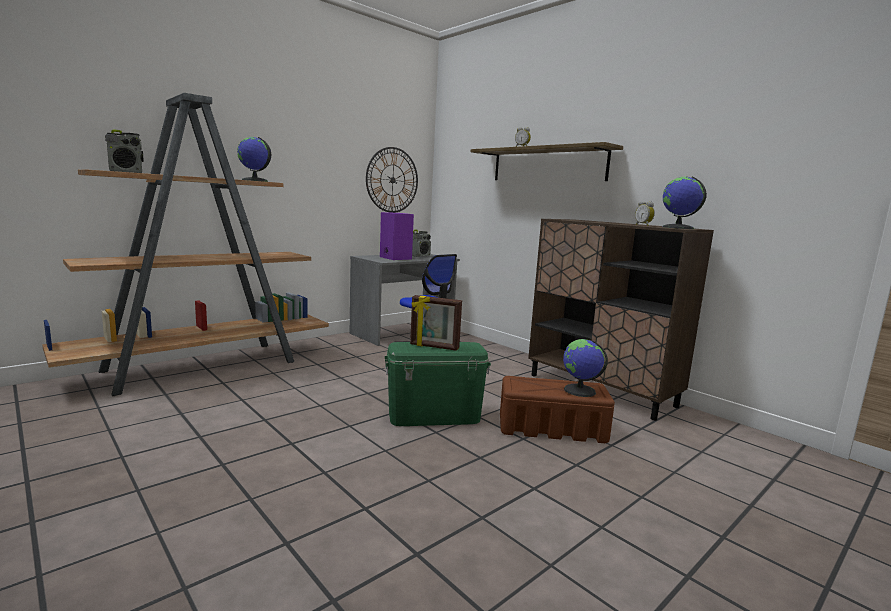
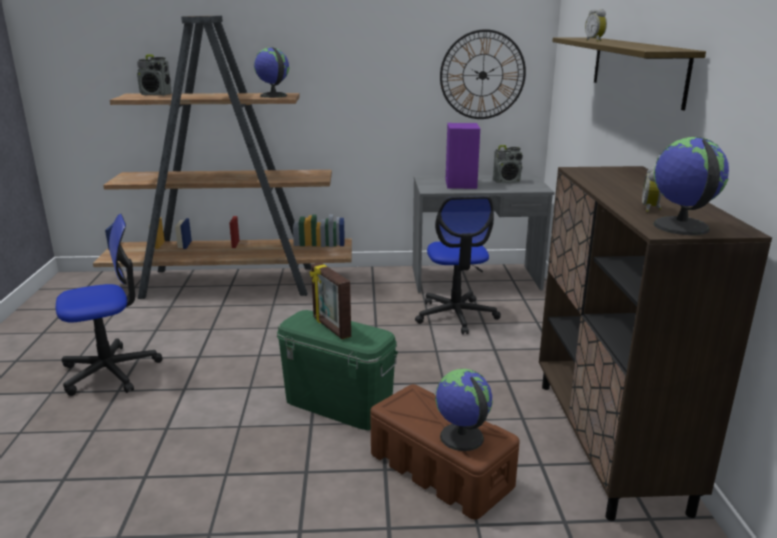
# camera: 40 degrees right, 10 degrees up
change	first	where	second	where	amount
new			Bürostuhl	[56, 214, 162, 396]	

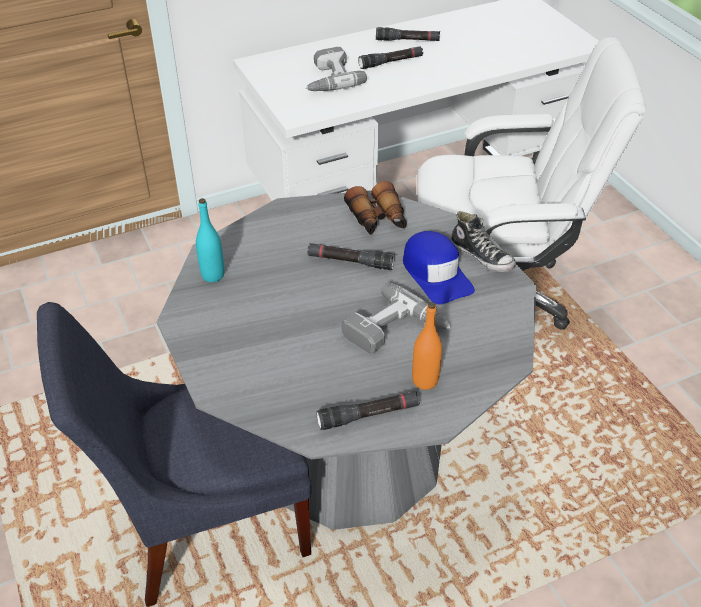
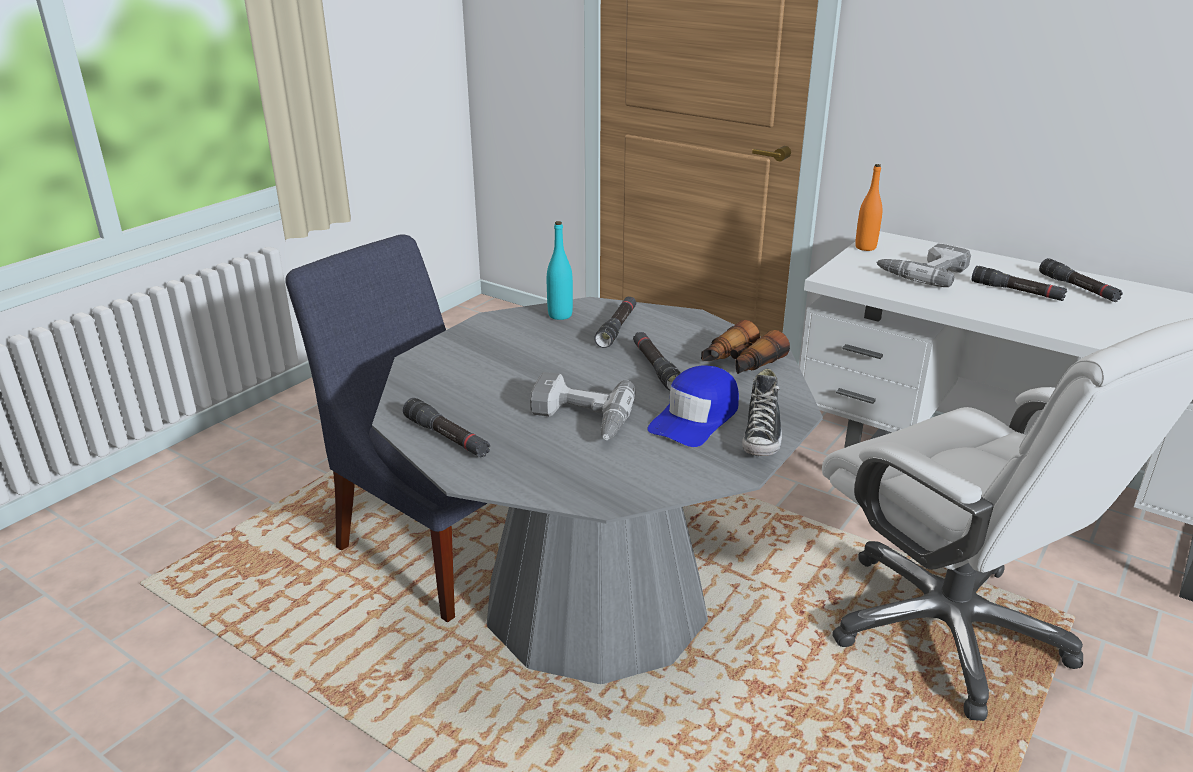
# camera: 60 degrees right, 15 degrees down
change	first	where	second	where	amount
shifted	Flasche (orange)	[412, 302, 442, 390]		[855, 164, 883, 251]	
new			Taschenlampe (schwarz)	[594, 296, 636, 348]	

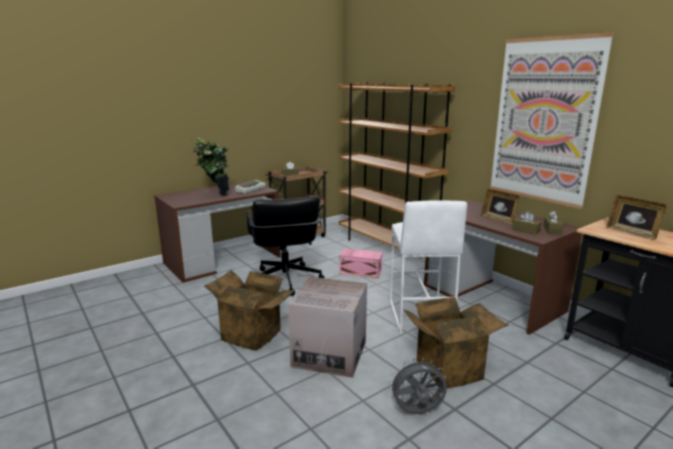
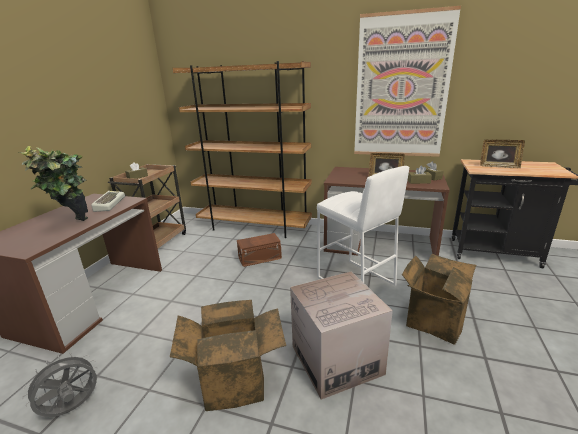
# camera: 35 degrees left, 5 degrees up
change	first	where	second	where	amount
gone	Bürostuhl (schwarz)	[247, 196, 324, 296]			
repainted	Aufbewahrungsbox (rosa)	[339, 248, 382, 278]	Aufbewahrungsbox (braun)	[237, 233, 282, 267]	
shifted	Ventilator (grau)	[388, 358, 447, 414]		[22, 352, 98, 417]	

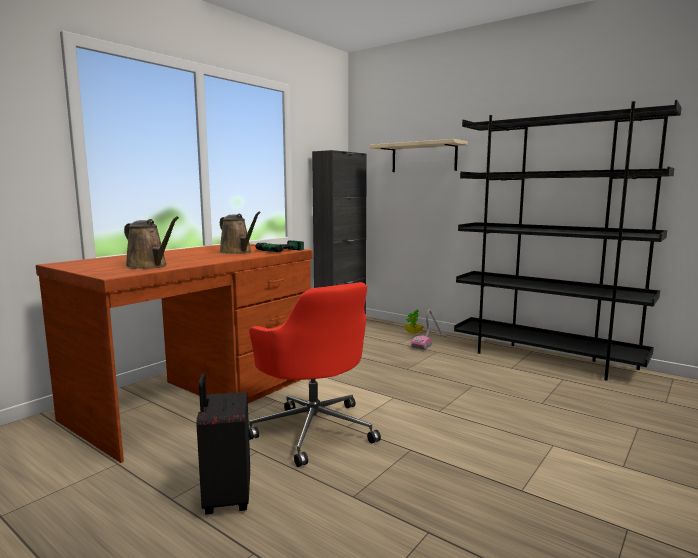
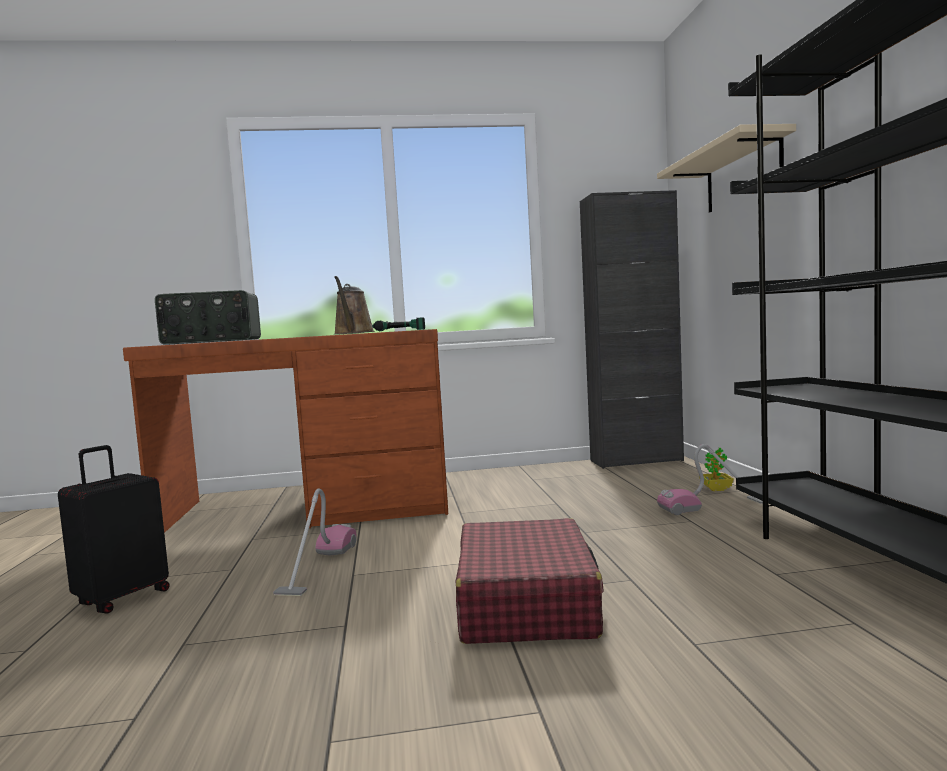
# camera: 45 degrees right, 5 degrees down
change	first	where	second	where	amount
swapped	Gießkanne (braun)	[124, 216, 179, 269]	Radio	[155, 290, 261, 345]	
swapped	Bürostuhl (rot)	[249, 282, 381, 467]	Staubsauger	[273, 489, 357, 596]	
new			Koffer (rot)	[455, 518, 603, 644]	

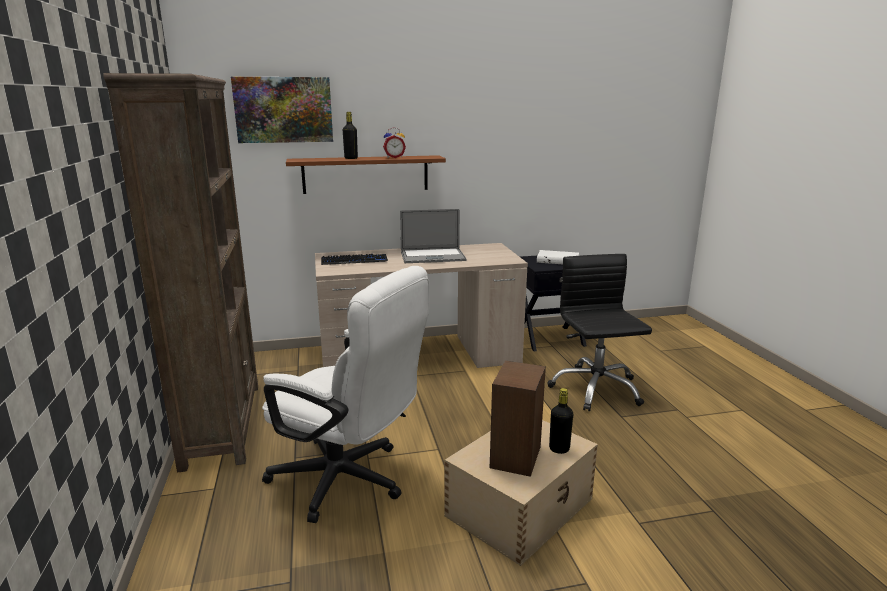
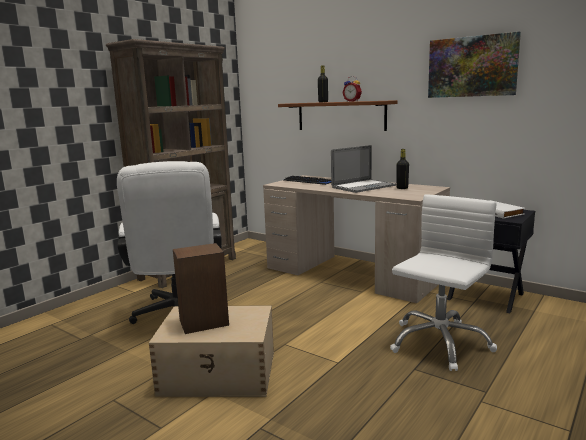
# camera: 50 degrees right, 5 degrees down
change	first	where	second	where	amount
shifted	Bild	[231, 77, 333, 143]		[428, 31, 521, 98]	
rotated	Laptop	[400, 209, 466, 263]		[331, 145, 396, 193]	75 degrees counterclockwise
repainted	Bürostuhl (schwarz)	[547, 254, 652, 412]	Bürostuhl (weiß)	[390, 194, 497, 371]	
shifted	Flasche (schwarz)	[549, 388, 573, 454]		[396, 149, 409, 189]	

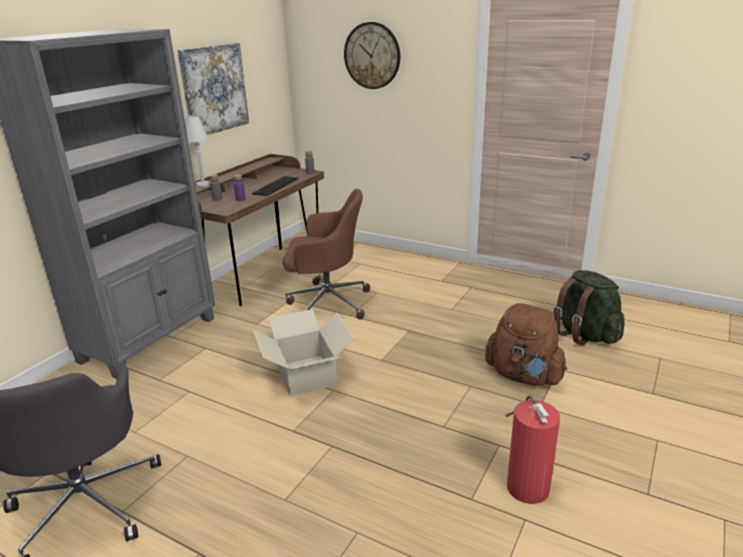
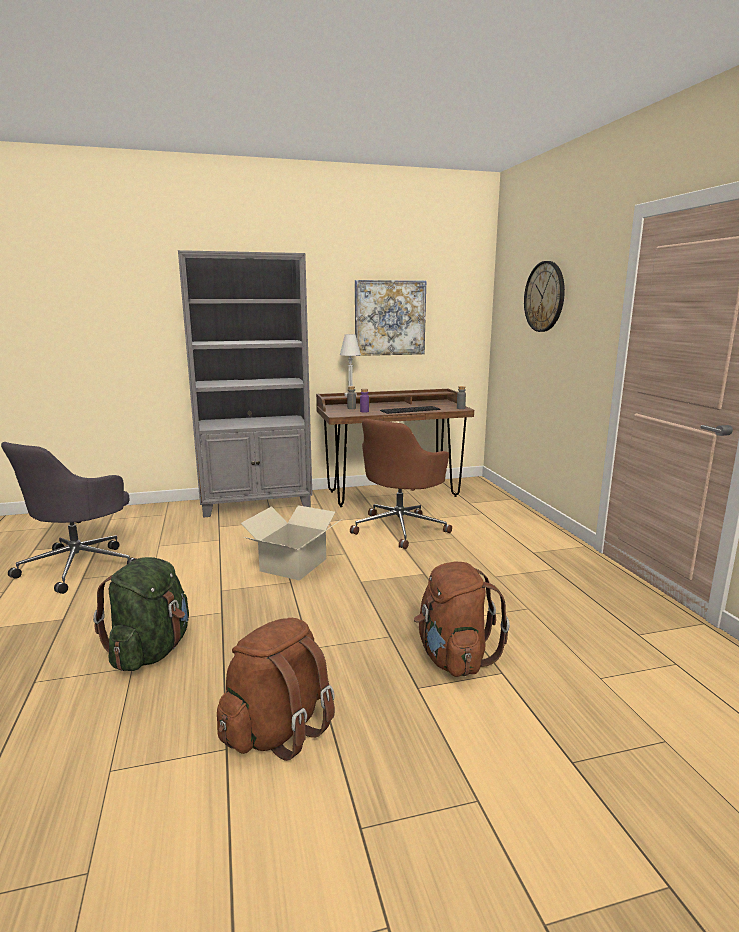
# camera: 45 degrees right, 10 degrees down
change	first	where	second	where	amount
rotated	Bürostuhl (braun)	[283, 189, 370, 320]		[350, 419, 452, 549]	75 degrees clockwise
swapped	Feuerlöscher	[505, 395, 560, 504]	Rucksack (braun)	[217, 618, 335, 761]	
shifted	Rucksack (grün)	[553, 270, 625, 345]		[93, 557, 189, 671]	

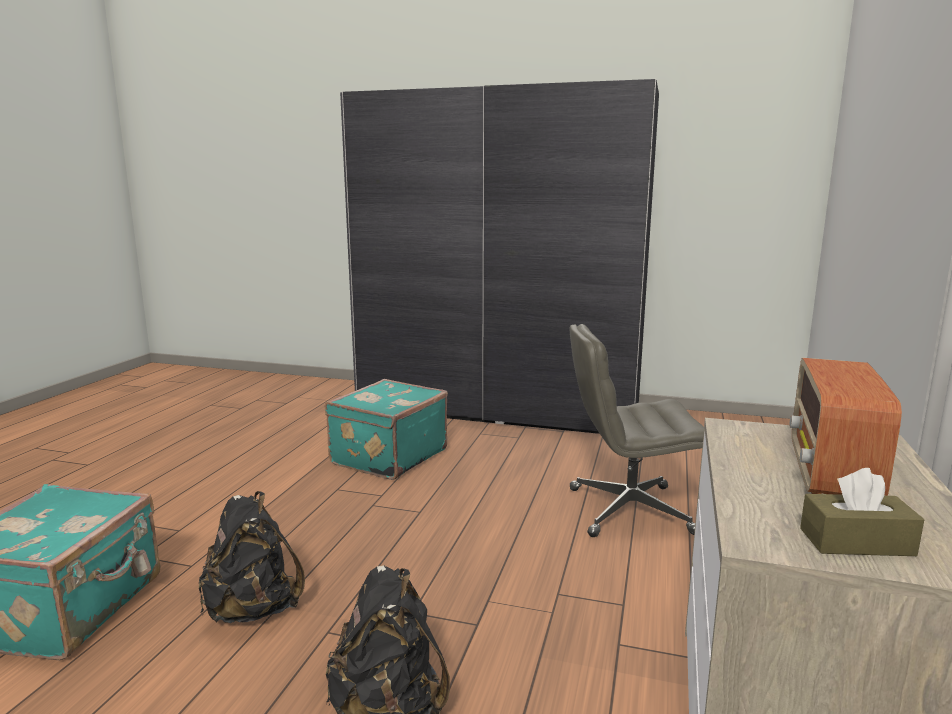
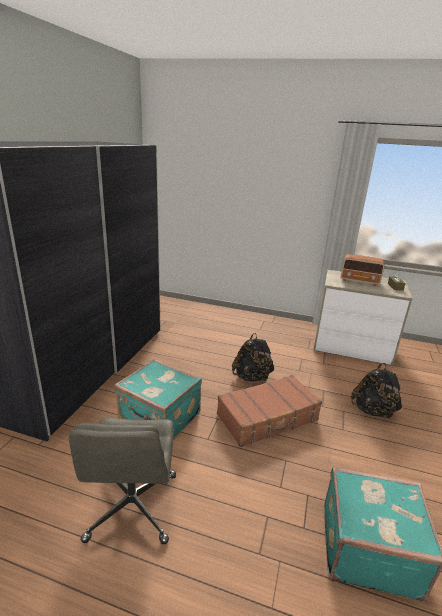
# camera: 90 degrees left, 10 degrees up
change	first	where	second	where	amount
shifted	Rucksack (schwarz)	[199, 491, 305, 623]		[232, 333, 274, 382]	
shifted	Bürostuhl (grau)	[570, 324, 704, 537]		[69, 418, 176, 544]	
new			Koffer (braun)	[217, 375, 322, 447]	

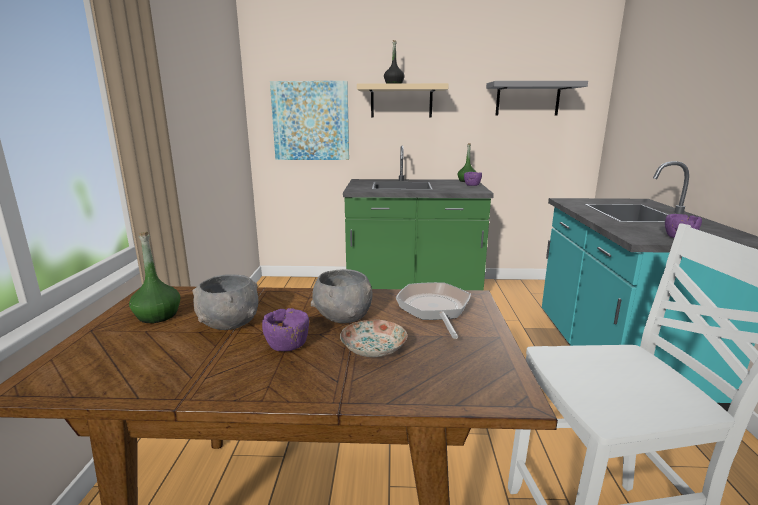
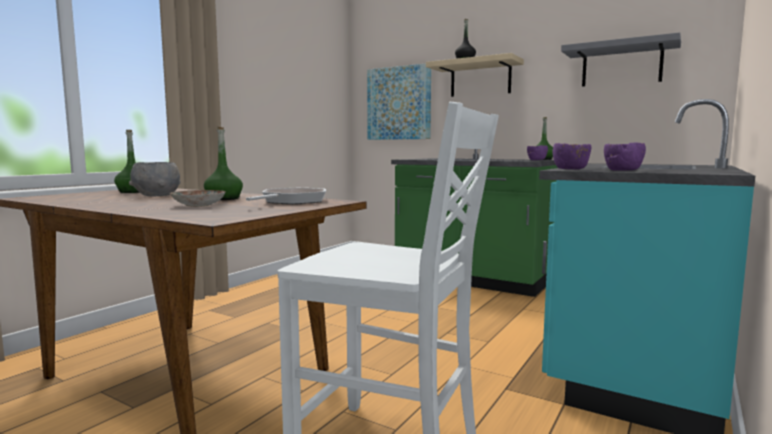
# camera: 30 degrees right, 10 degrees down
change	first	where	second	where	amount
shifted	Schüssel (lila)	[262, 308, 309, 351]		[552, 143, 591, 169]	
swapped	Schüssel (grau)	[311, 269, 373, 323]	Flasche (grün)	[204, 127, 243, 200]	

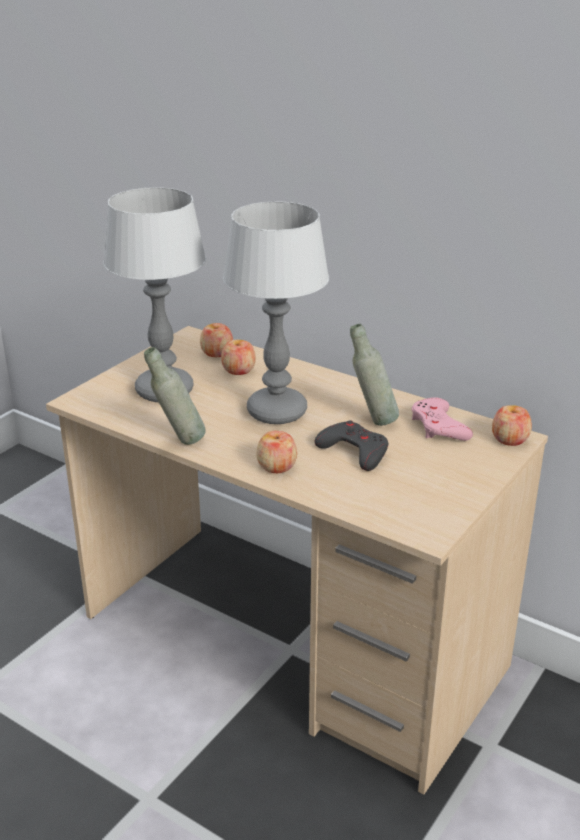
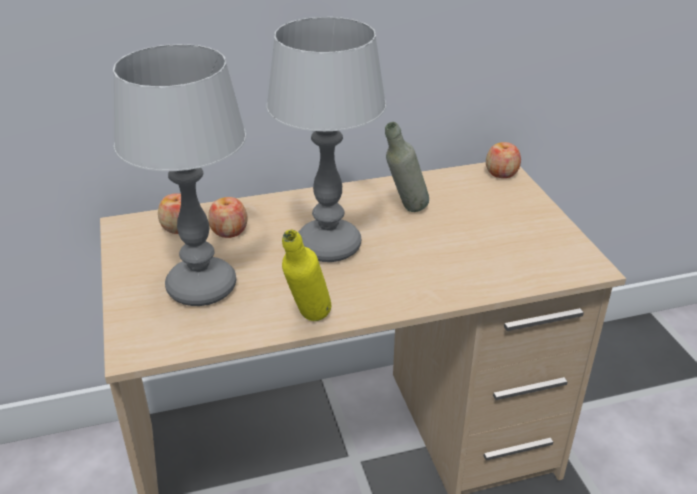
# camera: 50 degrees left, 5 degrees up
change	first	where	second	where	amount
repainted	Flasche (grau)	[144, 347, 206, 445]	Flasche (gelb)	[282, 230, 331, 321]	
gone	Apfel	[256, 431, 297, 473]			
gone	Gamepad (grau)	[314, 420, 388, 471]			
gone	Gamepad (rosa)	[412, 397, 473, 441]			

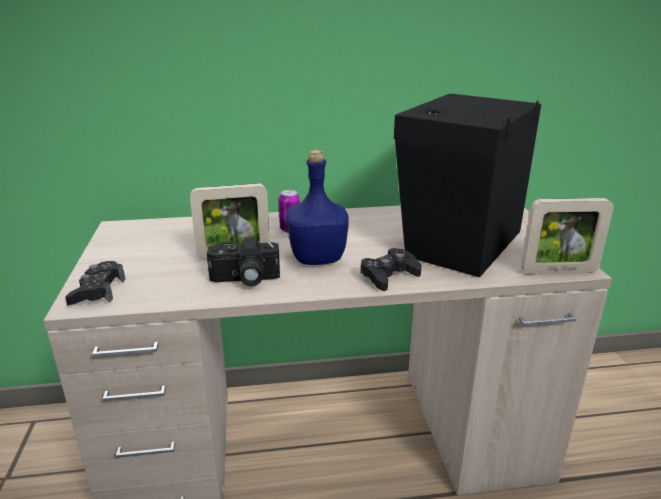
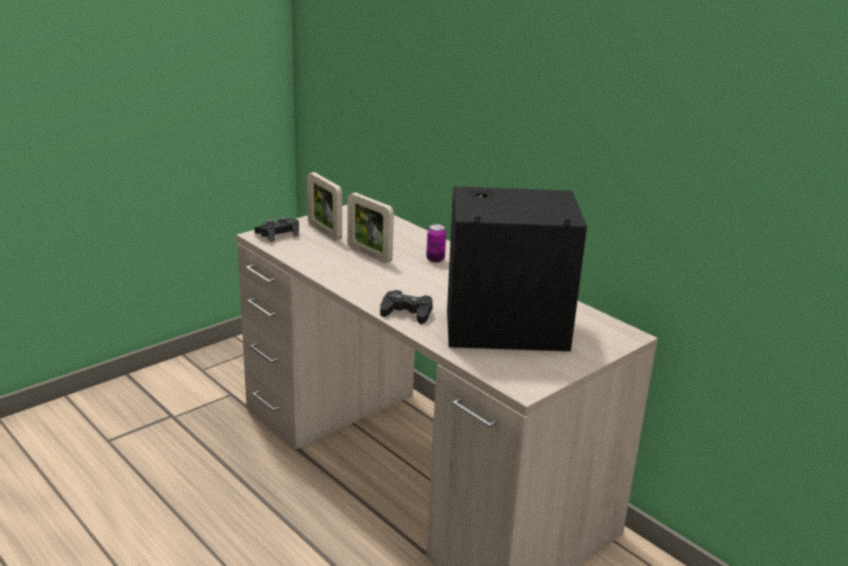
# camera: 55 degrees right, 0 degrees up
change	first	where	second	where	amount
gone	Kamera	[207, 237, 280, 286]			
gone	Flasche (blau)	[287, 150, 349, 265]			
shifted	Bilderrahmen	[521, 198, 614, 274]		[307, 172, 342, 240]	

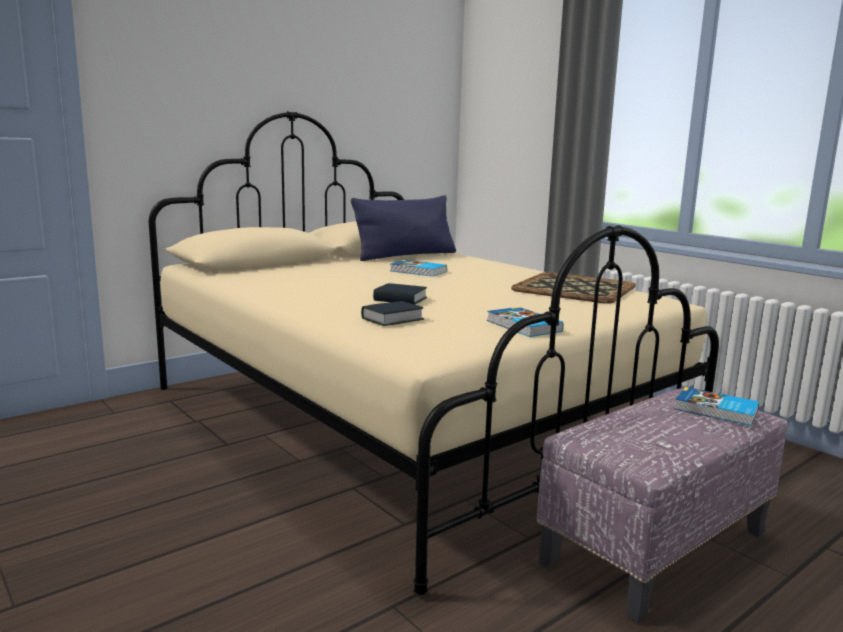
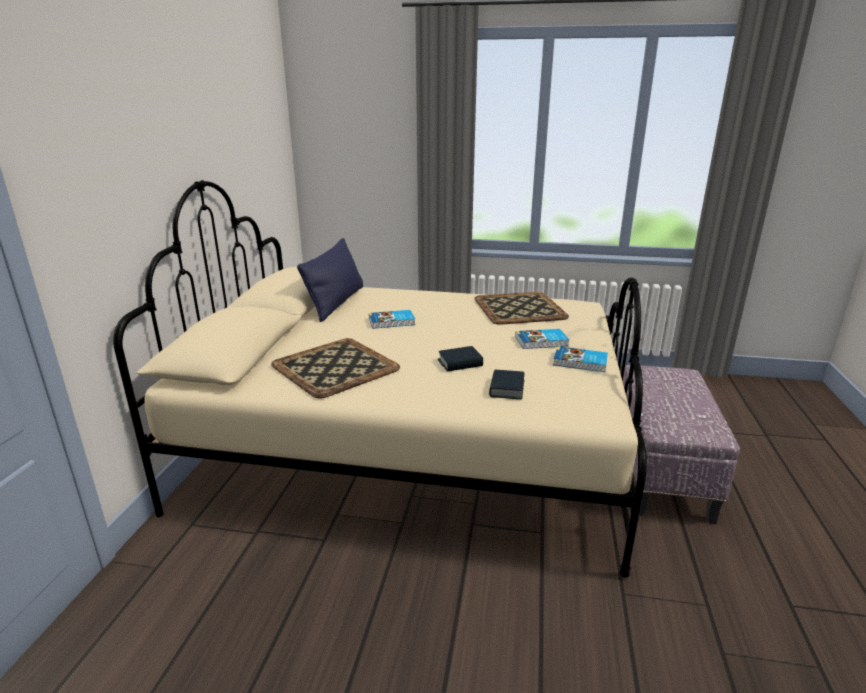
# camera: 40 degrees left, 10 degrees up
change	first	where	second	where	amount
shifted	Buch	[674, 387, 759, 426]		[515, 329, 569, 349]	
new			Tablett	[271, 338, 400, 399]	

